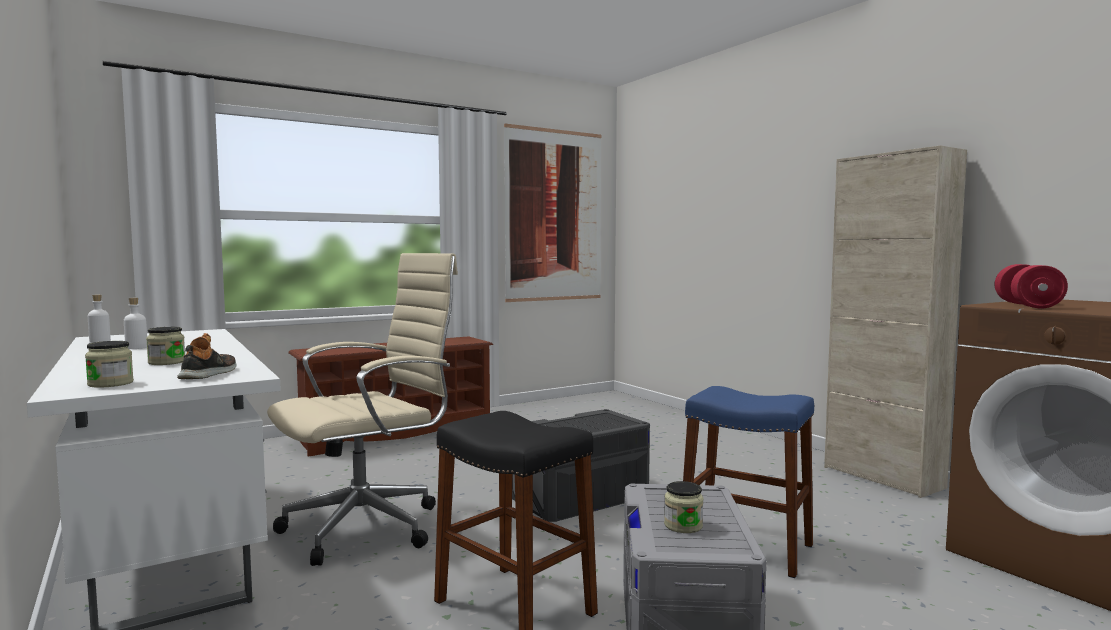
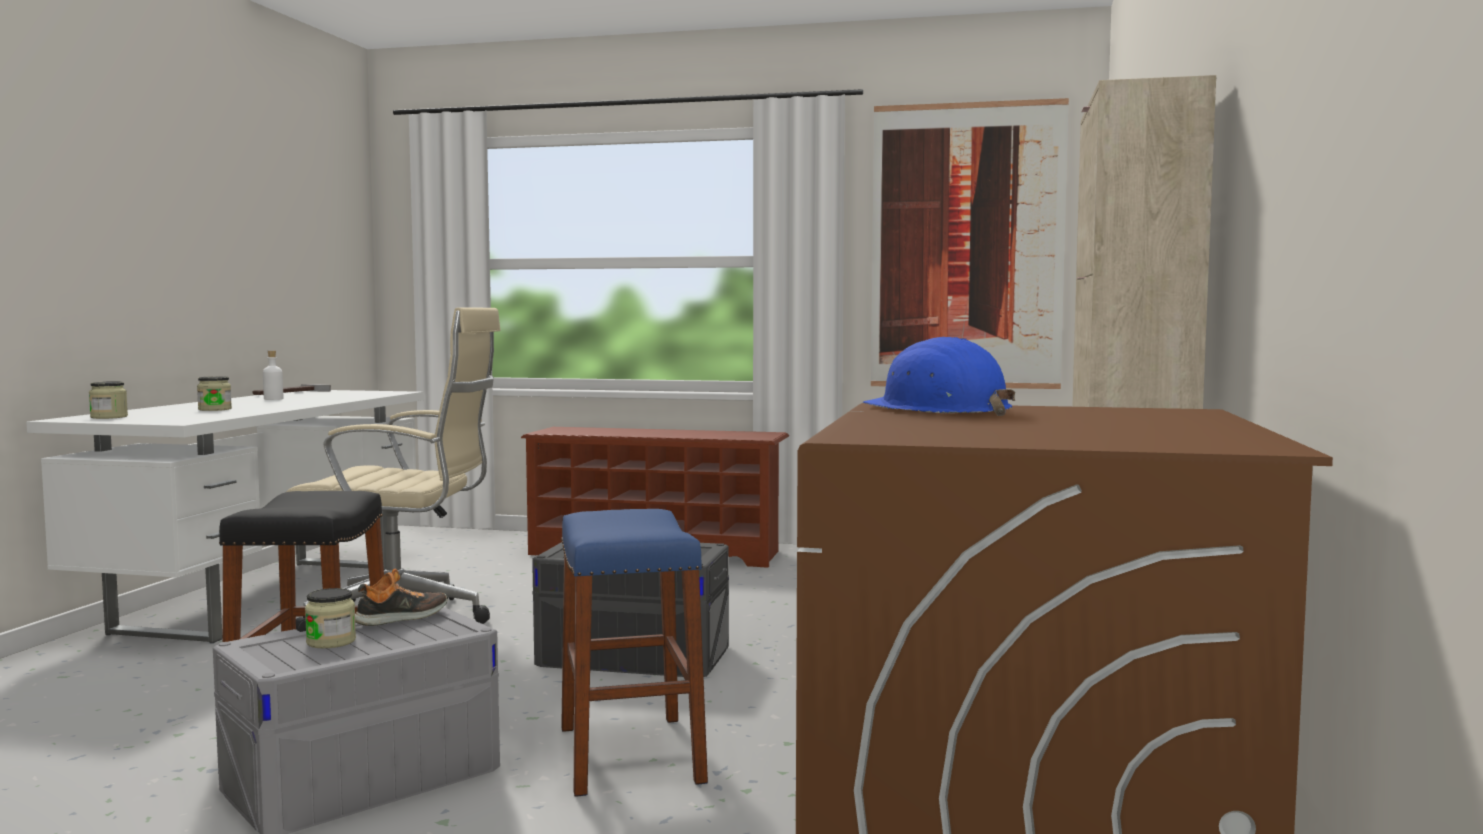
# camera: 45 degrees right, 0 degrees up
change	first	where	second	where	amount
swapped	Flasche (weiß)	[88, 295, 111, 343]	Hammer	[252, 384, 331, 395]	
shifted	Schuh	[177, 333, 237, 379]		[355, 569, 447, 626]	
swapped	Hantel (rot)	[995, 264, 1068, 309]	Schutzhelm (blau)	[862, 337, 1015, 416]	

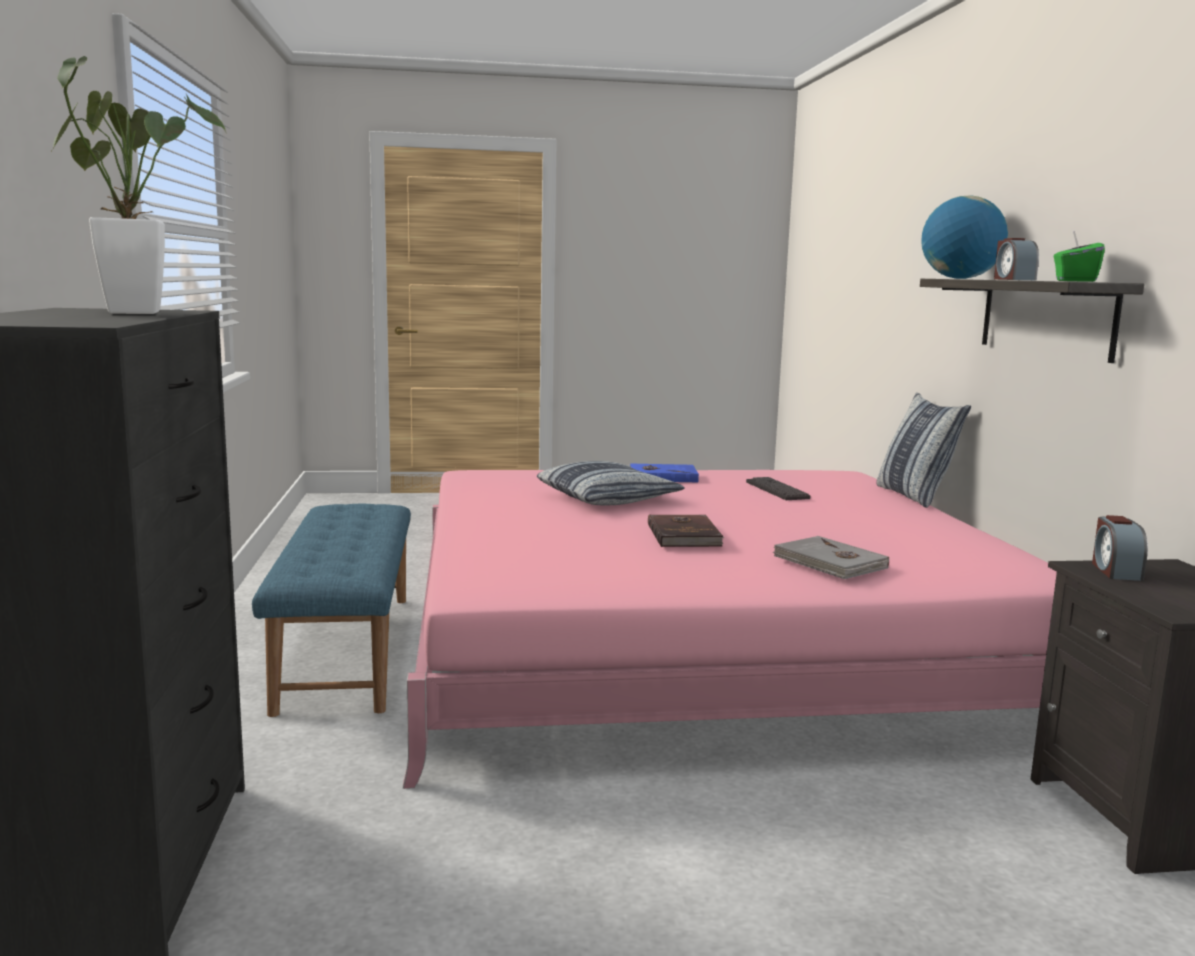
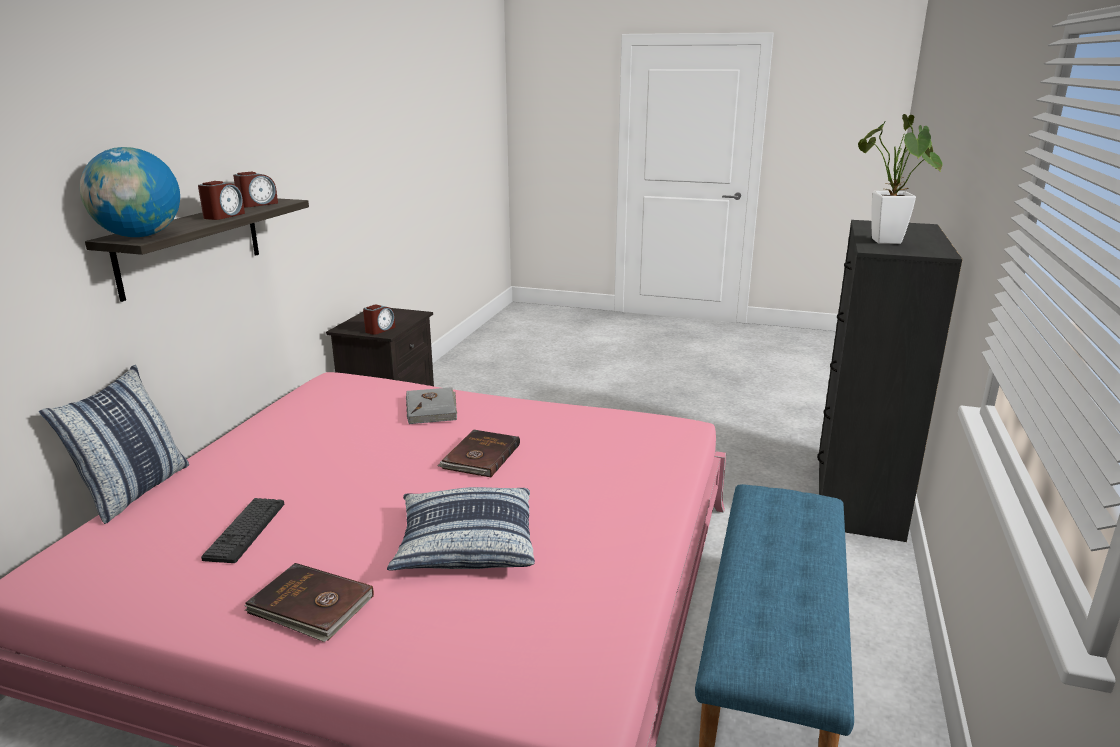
# camera: 155 degrees left, 10 degrees up
change	first	where	second	where	amount
repainted	Buch (blau)	[628, 464, 699, 482]	Buch (braun)	[245, 563, 374, 642]	
swapped	Taschentuchbox (grün)	[1054, 231, 1105, 282]	Wecker	[233, 172, 278, 207]	

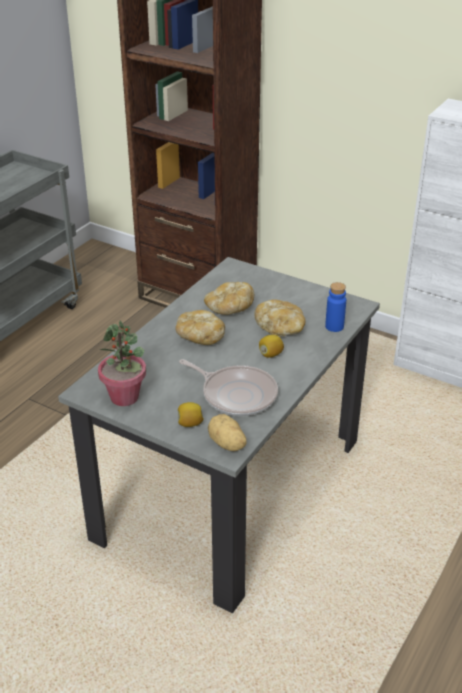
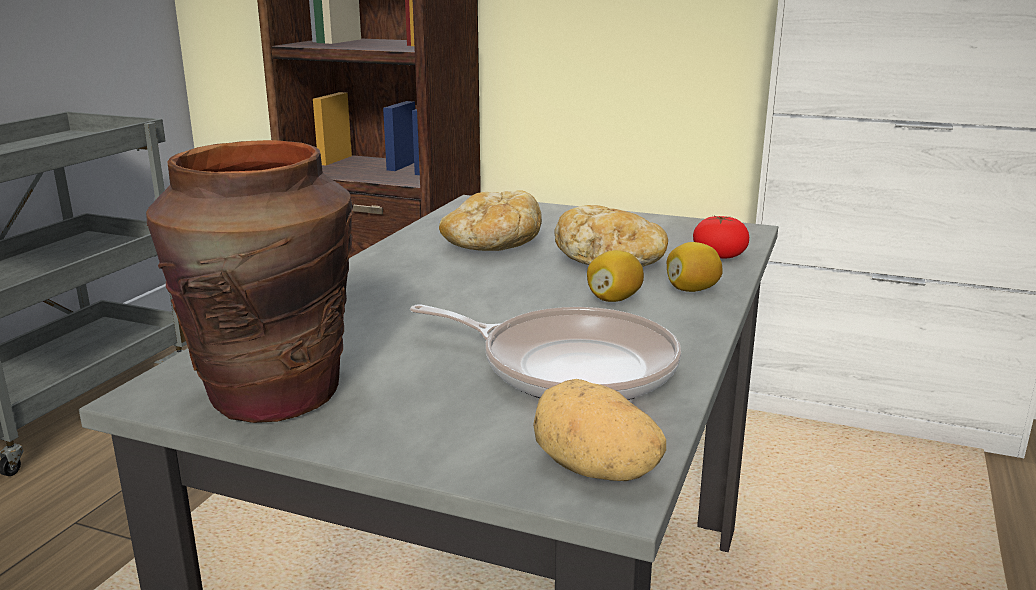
# camera: 10 degrees left, 15 degrees down
change	first	where	second	where	amount
swapped	Topfpflanze	[98, 321, 146, 406]	Vase (braun)	[146, 140, 354, 423]	
gone	Brot	[175, 310, 225, 345]			
shifted	Zitrone	[178, 402, 204, 427]		[667, 242, 723, 292]	
swapped	Flasche (blau)	[325, 282, 346, 332]	Tomate	[693, 215, 749, 259]	

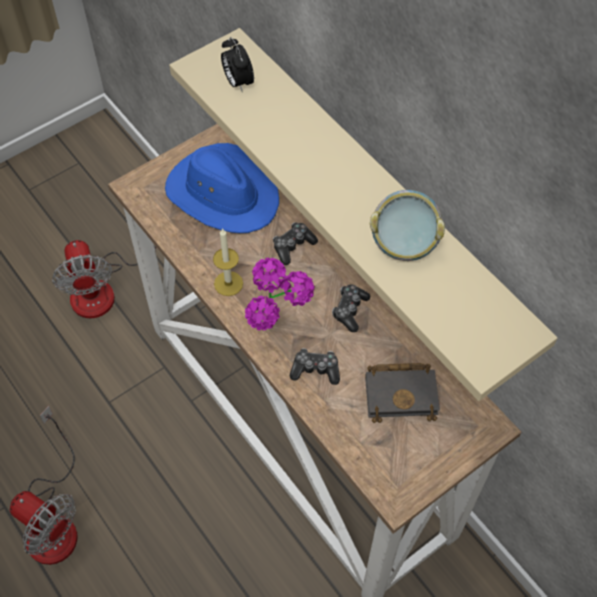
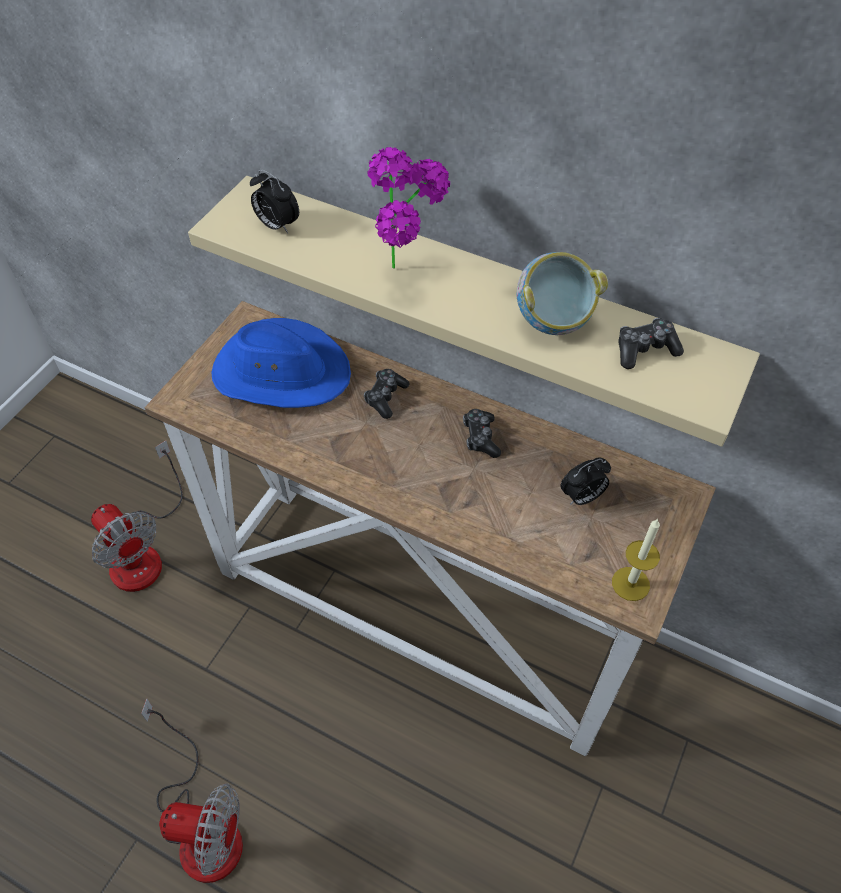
# camera: 25 degrees left, 5 degrees down
change	first	where	second	where	amount
shifted	Kerze	[213, 228, 243, 296]		[612, 519, 660, 601]	
shifted	Topfpflanze	[245, 257, 315, 331]		[368, 147, 450, 269]	
shifted	Gamepad	[290, 348, 340, 385]		[618, 318, 684, 369]	
swapped	Buch (schwarz)	[365, 363, 440, 423]	Wecker	[560, 457, 611, 505]	

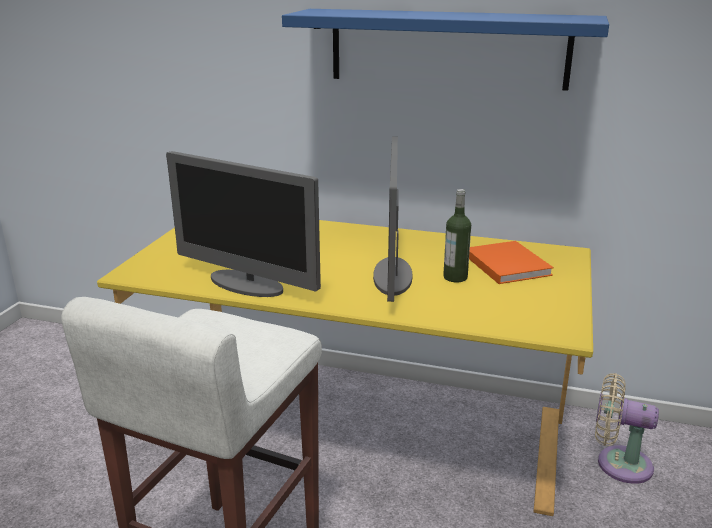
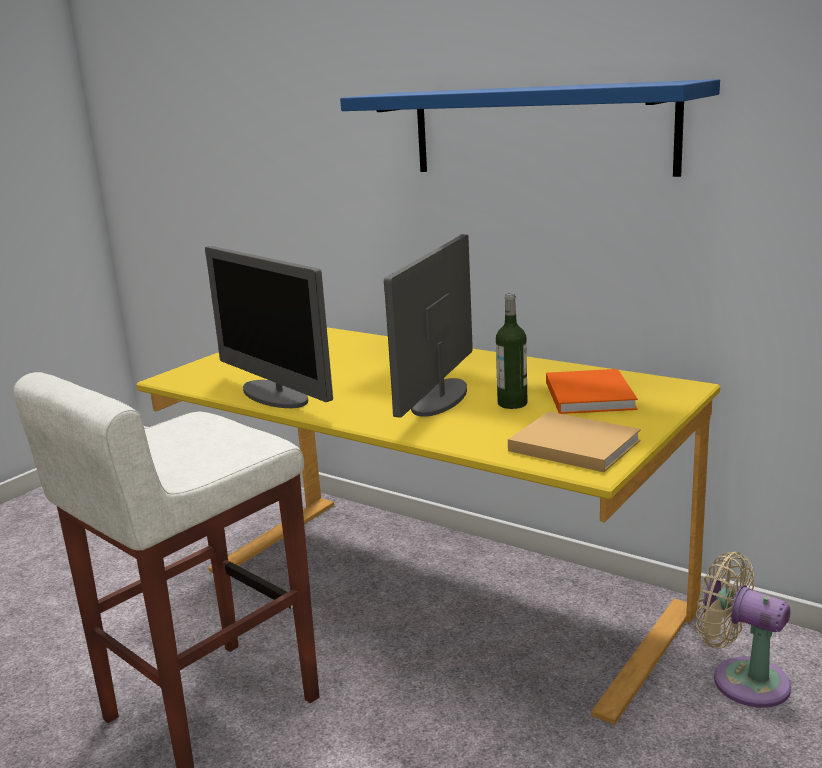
# camera: 20 degrees right, 5 degrees down
change	first	where	second	where	amount
new			Buch (beige)	[508, 412, 641, 472]	

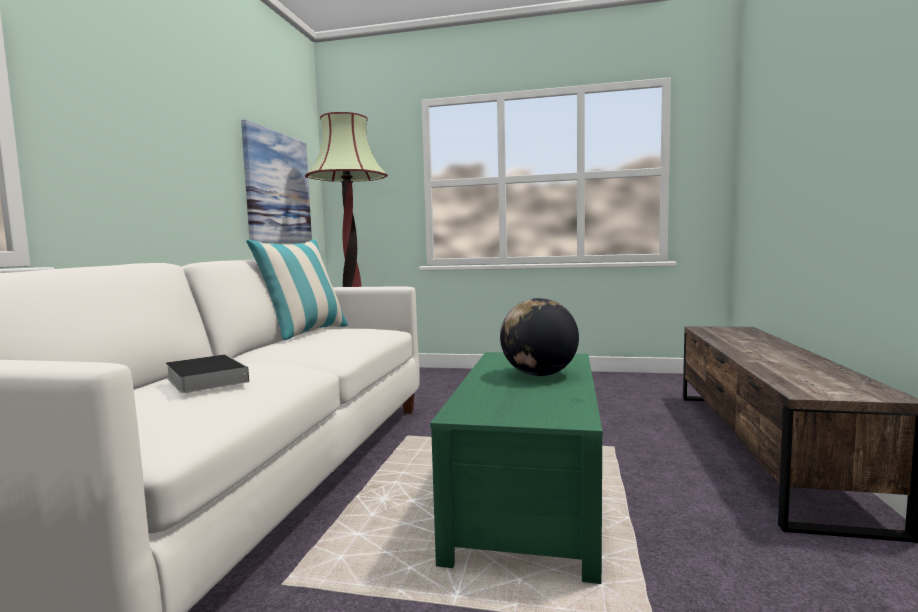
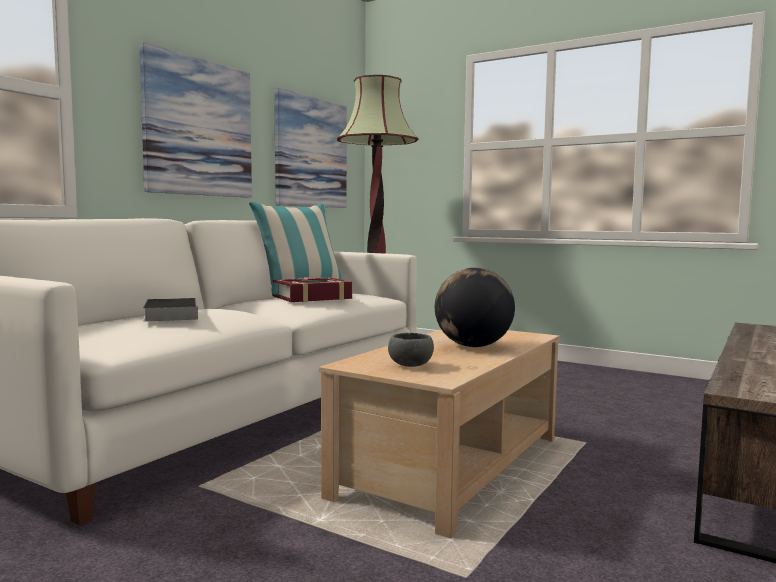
# camera: 20 degrees right, 0 degrees up
change	first	where	second	where	amount
repainted	Couchtisch (grün)	[430, 352, 603, 584]	Couchtisch (beige)	[319, 330, 559, 539]	
new			Bild	[139, 42, 252, 198]	
new			Buch	[273, 277, 352, 302]	
new			Schüssel (grau)	[388, 333, 434, 367]	

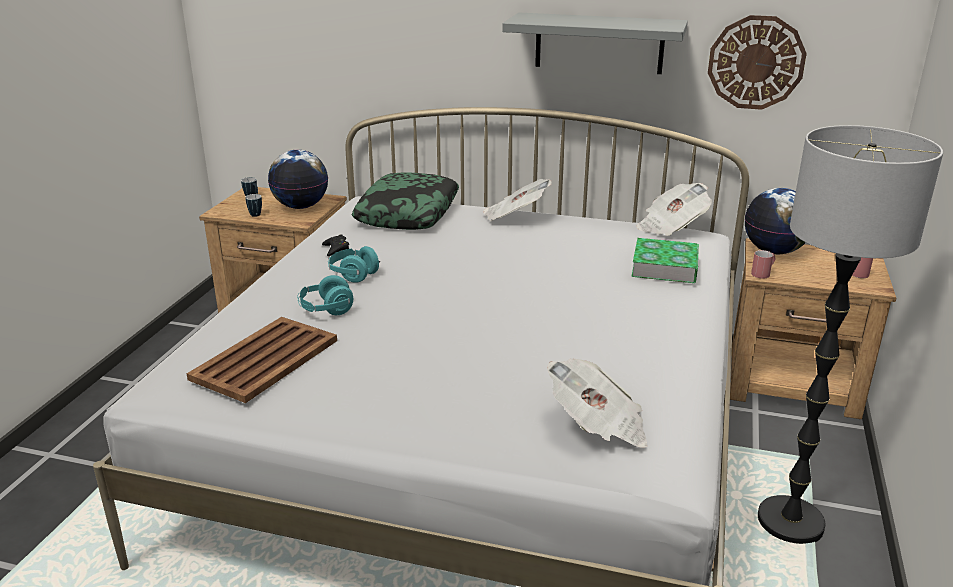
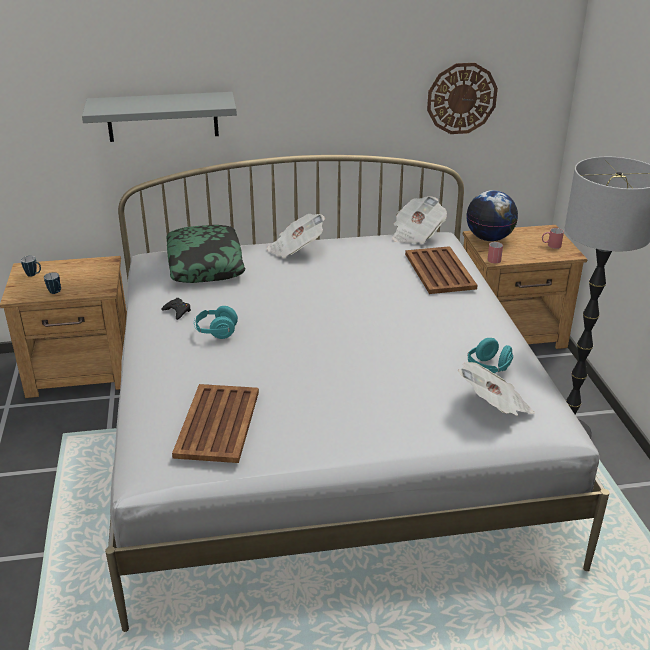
# camera: 25 degrees left, 5 degrees up
change	first	where	second	where	amount
gone	Globus	[268, 150, 328, 209]			
shifted	Kopfhörer (türkis)	[297, 275, 353, 315]		[468, 338, 513, 373]	
shifted	Wandregal (grau)	[502, 13, 688, 74]		[82, 92, 237, 142]	
swapped	Buch	[631, 238, 699, 283]	Tablett (braun)	[405, 246, 478, 294]	

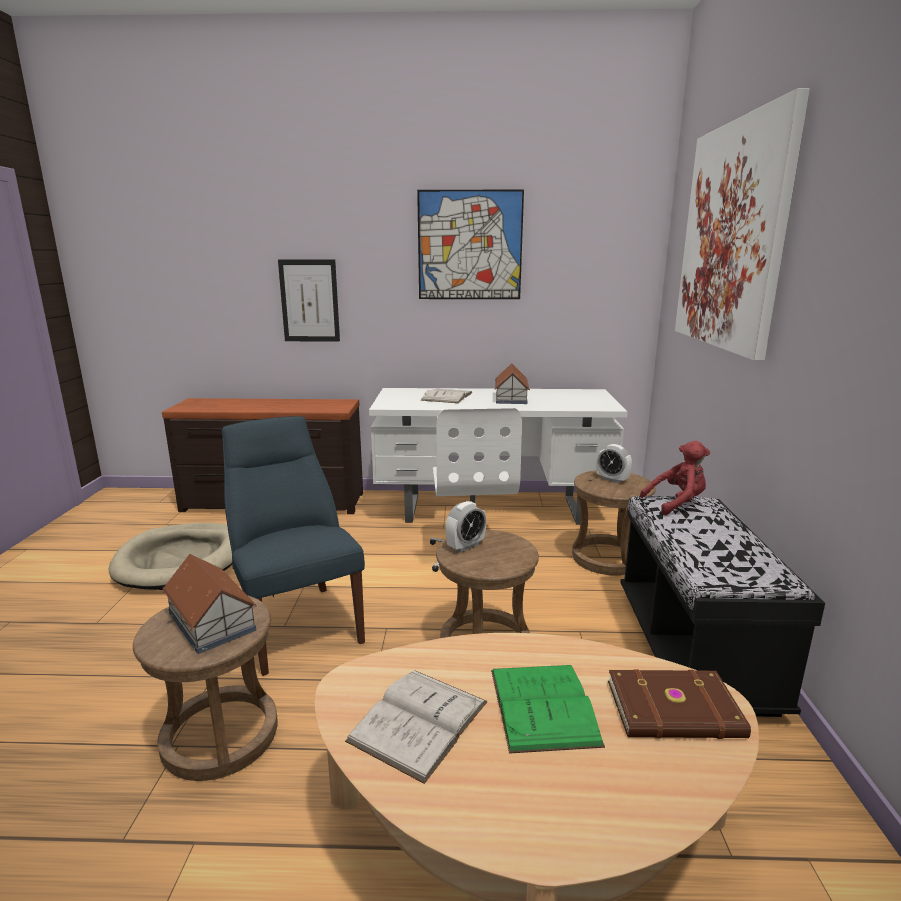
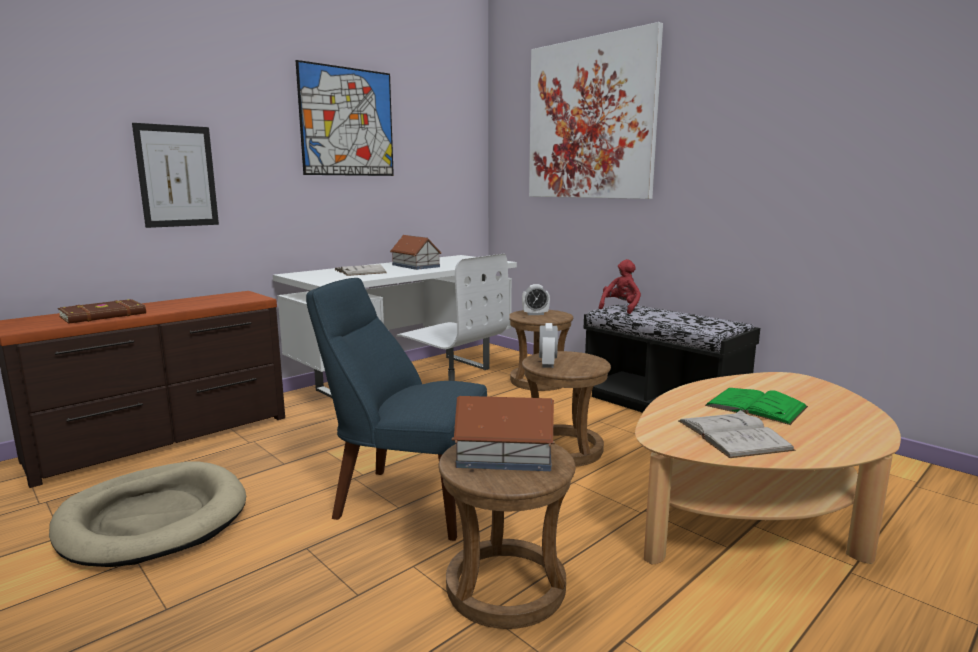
# camera: 45 degrees left, 5 degrees down
change	first	where	second	where	amount
shifted	Buch (braun)	[608, 669, 751, 739]		[58, 299, 146, 324]	

